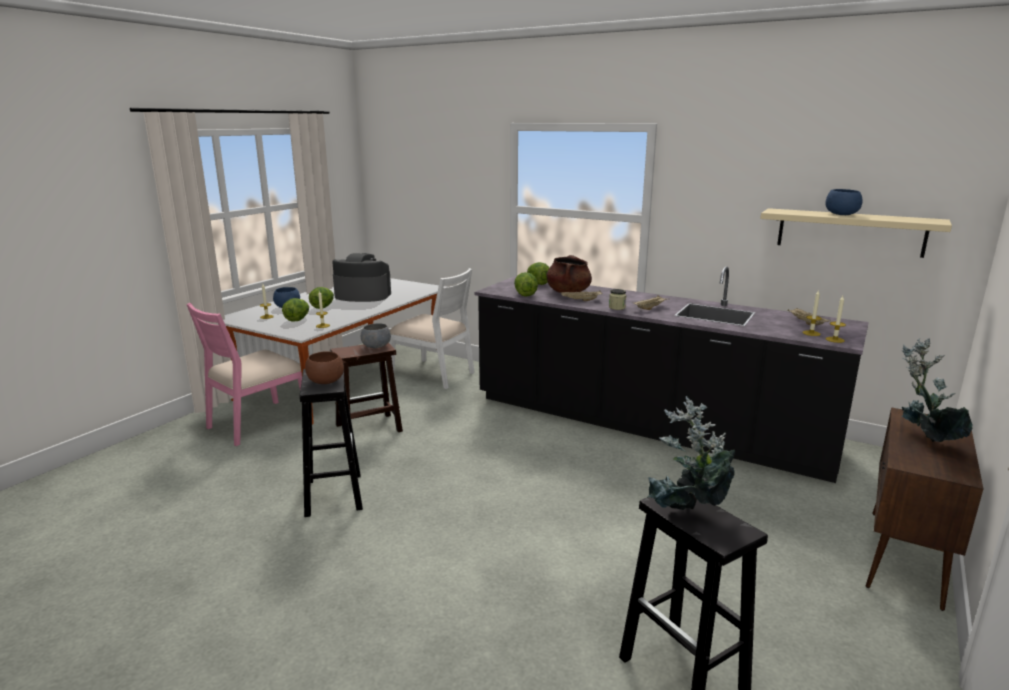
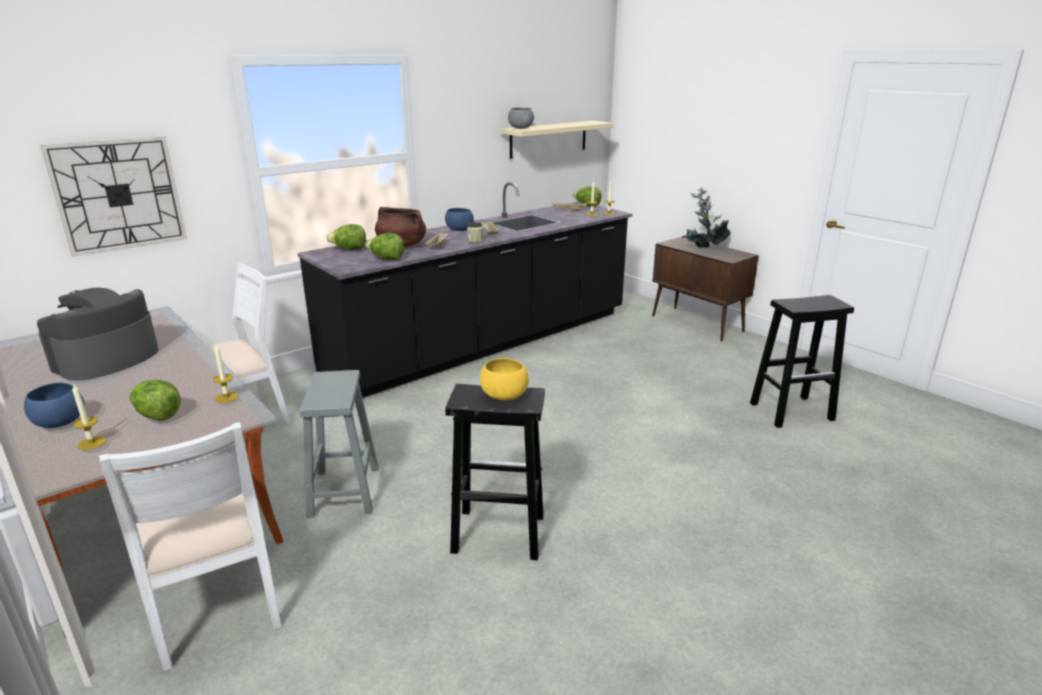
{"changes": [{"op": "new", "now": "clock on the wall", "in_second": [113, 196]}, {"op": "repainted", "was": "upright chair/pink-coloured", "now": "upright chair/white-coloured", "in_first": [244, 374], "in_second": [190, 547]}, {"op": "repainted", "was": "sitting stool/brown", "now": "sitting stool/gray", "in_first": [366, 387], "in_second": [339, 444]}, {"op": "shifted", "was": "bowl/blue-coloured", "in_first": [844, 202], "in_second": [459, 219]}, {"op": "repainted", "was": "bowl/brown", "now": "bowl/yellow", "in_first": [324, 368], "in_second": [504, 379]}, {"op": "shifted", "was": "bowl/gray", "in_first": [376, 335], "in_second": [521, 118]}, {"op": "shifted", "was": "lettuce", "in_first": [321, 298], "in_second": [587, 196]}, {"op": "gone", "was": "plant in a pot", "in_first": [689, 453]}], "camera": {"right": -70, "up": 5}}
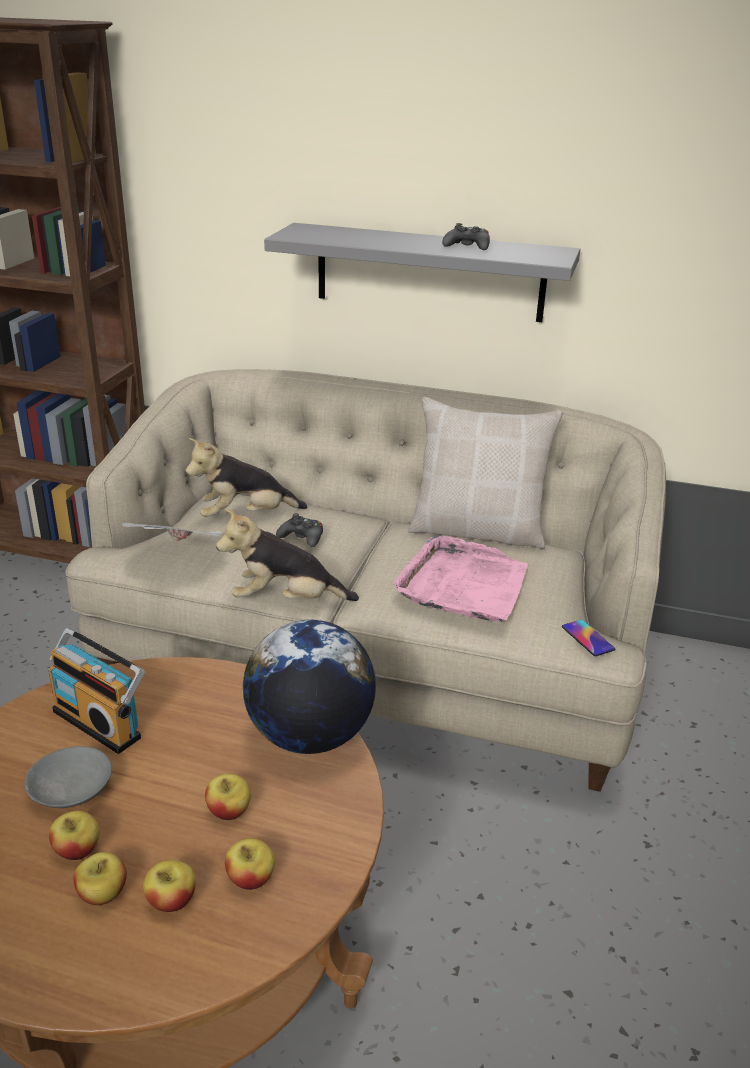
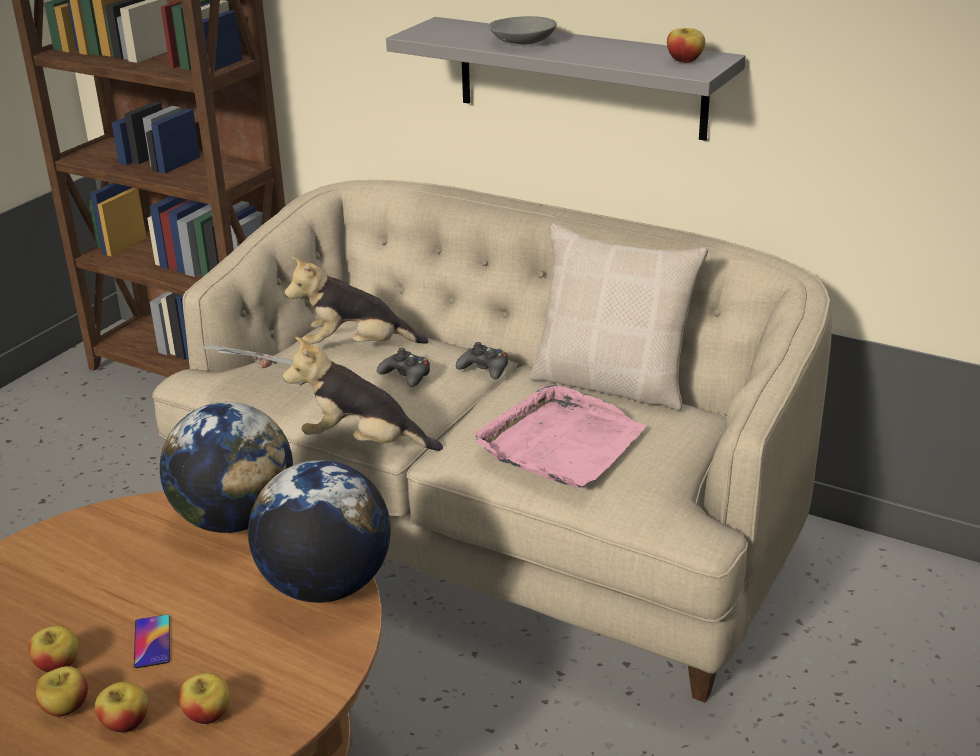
{"changes": [{"op": "shifted", "was": "handset", "in_first": [588, 638], "in_second": [152, 641]}, {"op": "new", "now": "desk globe", "in_second": [226, 467]}, {"op": "shifted", "was": "game controller/blackish", "in_first": [466, 236], "in_second": [482, 361]}, {"op": "shifted", "was": "bowl/gray", "in_first": [68, 777], "in_second": [523, 30]}, {"op": "shifted", "was": "whole apple", "in_first": [228, 796], "in_second": [686, 45]}, {"op": "gone", "was": "radio receiver", "in_first": [97, 691]}], "camera": {"right": 15, "up": 0}}
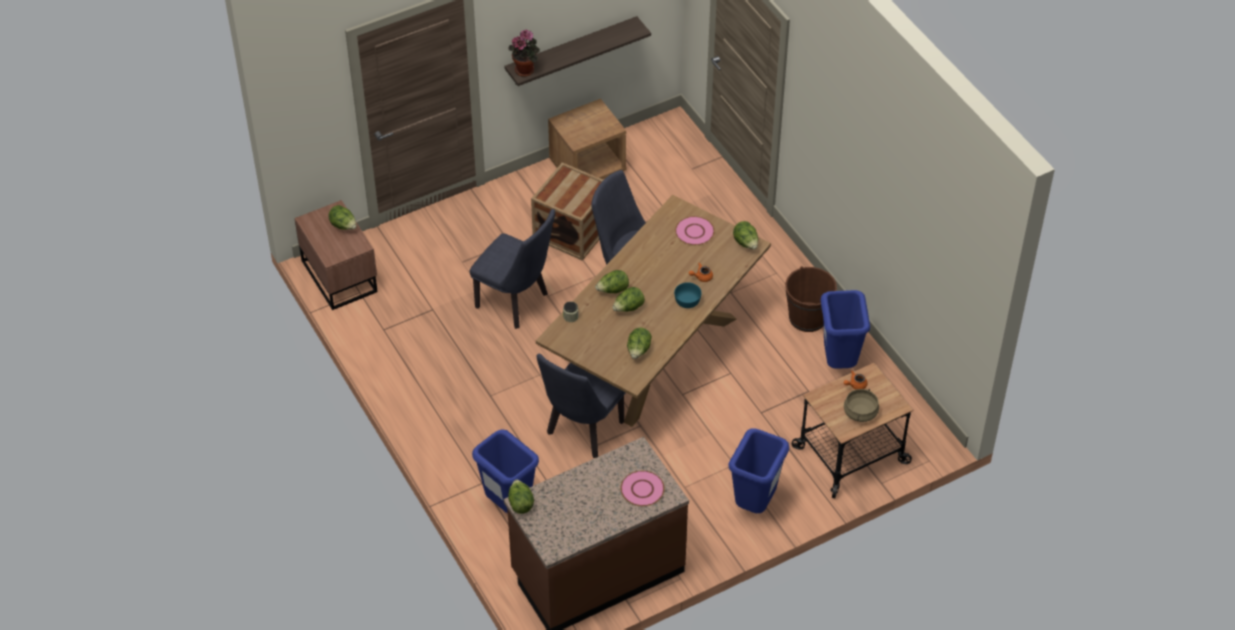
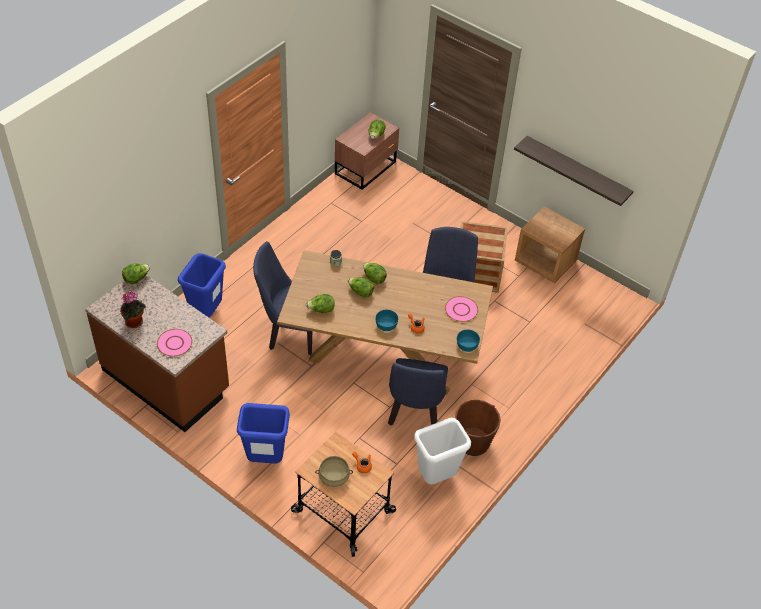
{"changes": [{"op": "shifted", "was": "plant in a pot", "in_first": [524, 53], "in_second": [133, 309]}, {"op": "shifted", "was": "upright chair/blue-coloured", "in_first": [512, 269], "in_second": [418, 392]}, {"op": "repainted", "was": "waste bin/blue-coloured", "now": "waste bin/white-coloured", "in_first": [845, 329], "in_second": [442, 451]}, {"op": "swapped", "was": "lettuce", "now": "bowl/turquoise", "in_first": [745, 235], "in_second": [468, 340]}], "camera": {"right": 65, "up": 0}}
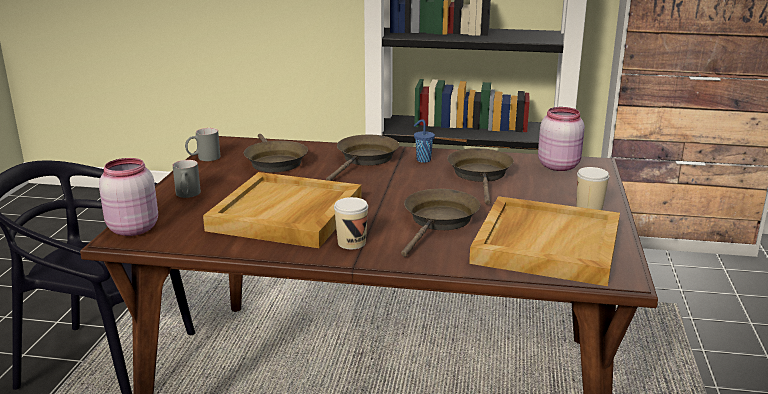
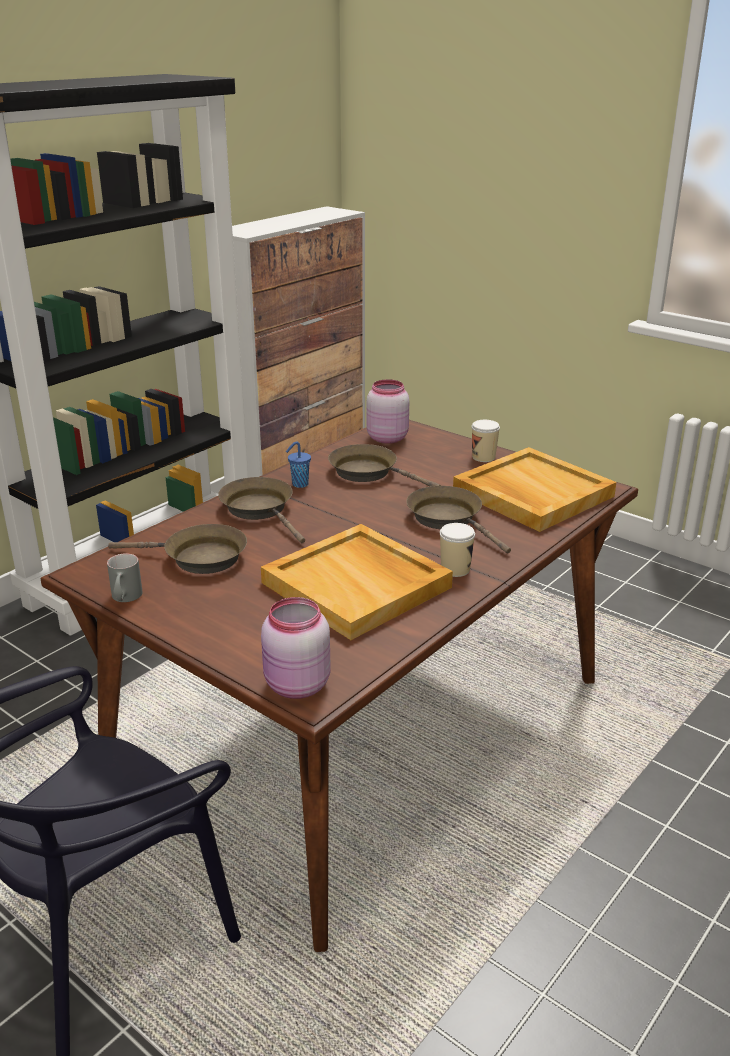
{"changes": [{"op": "gone", "was": "coffee mug/gray", "in_first": [186, 179]}], "camera": {"right": -60, "up": 5}}
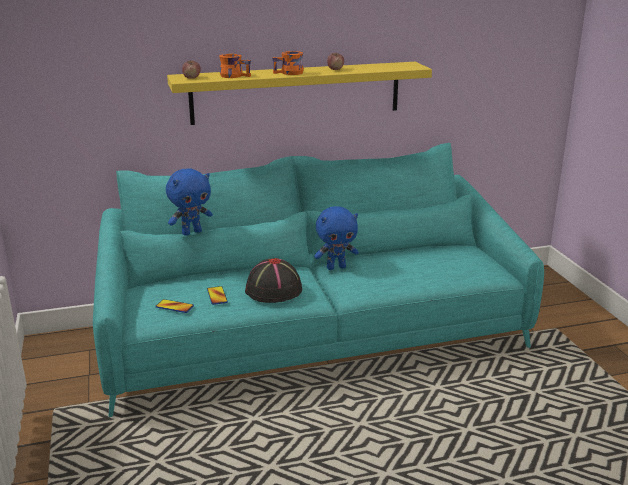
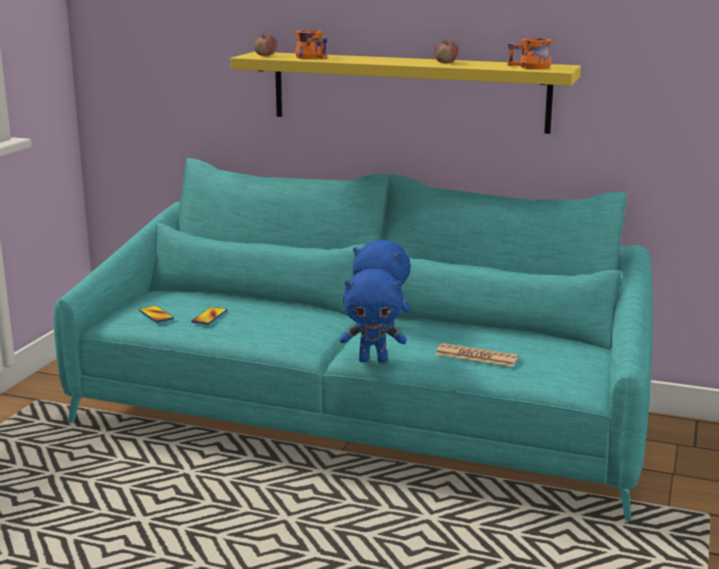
{"changes": [{"op": "shifted", "was": "plush toy/blue-coloured", "in_first": [189, 202], "in_second": [373, 316]}, {"op": "new", "now": "daily paper", "in_second": [477, 355]}, {"op": "shifted", "was": "coffee mug/orange-coloured", "in_first": [288, 63], "in_second": [530, 53]}, {"op": "gone", "was": "hat/blackish", "in_first": [273, 280]}], "camera": {"right": 35, "up": -5}}
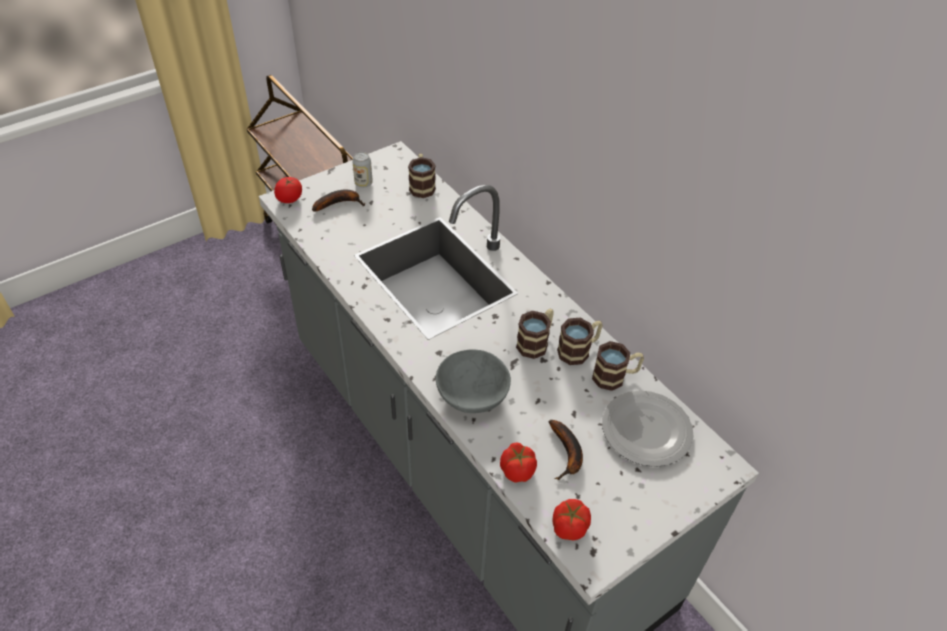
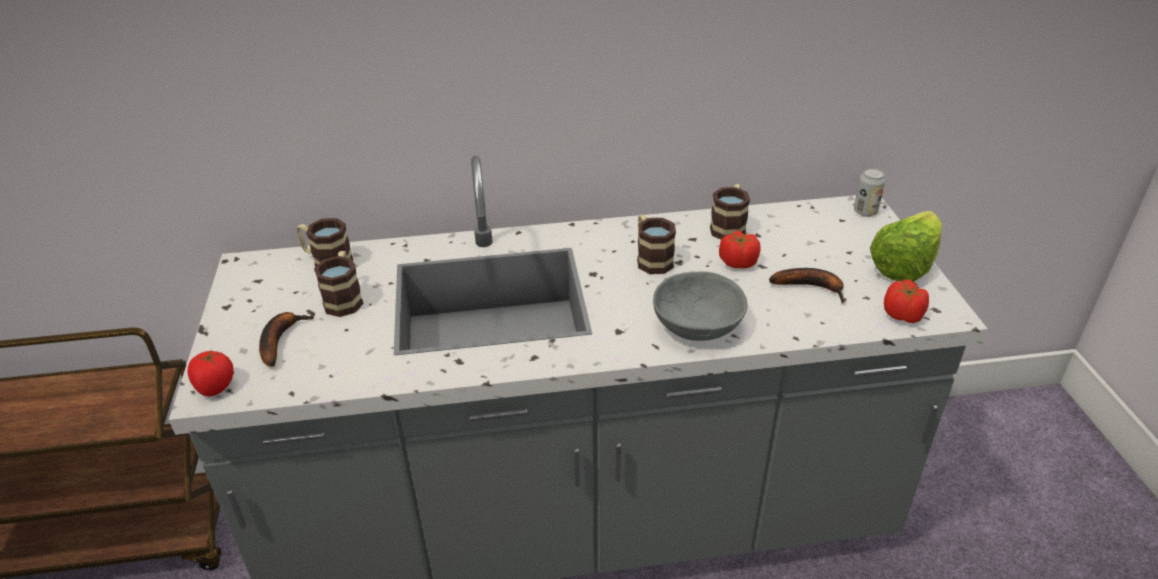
{"changes": [{"op": "shifted", "was": "coffee mug", "in_first": [580, 341], "in_second": [339, 284]}, {"op": "shifted", "was": "fresh tomato", "in_first": [518, 462], "in_second": [740, 249]}, {"op": "shifted", "was": "sealed can", "in_first": [362, 170], "in_second": [870, 192]}, {"op": "new", "now": "lettuce", "in_second": [906, 246]}, {"op": "gone", "was": "flat dish", "in_first": [648, 428]}], "camera": {"right": -60, "up": -10}}
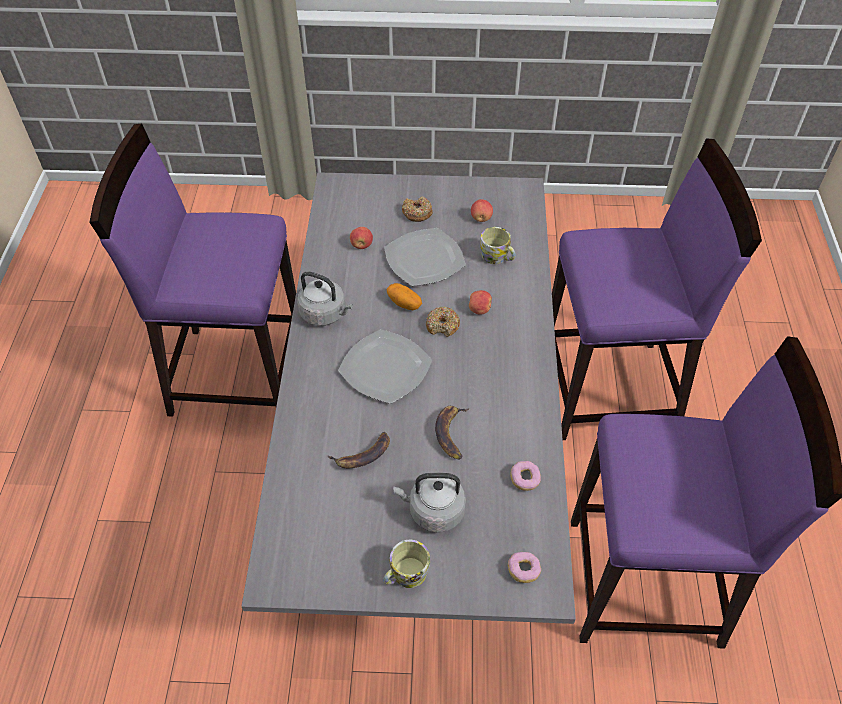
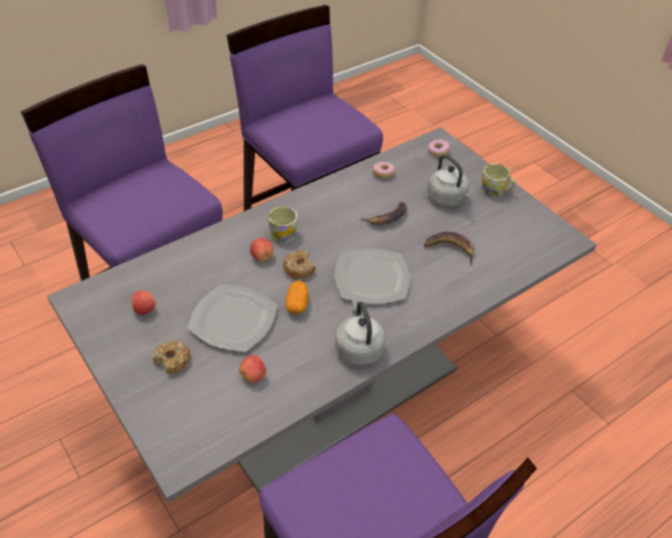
{"changes": [{"op": "shifted", "was": "coffee mug", "in_first": [498, 245], "in_second": [283, 224]}], "camera": {"right": -130, "up": -5}}
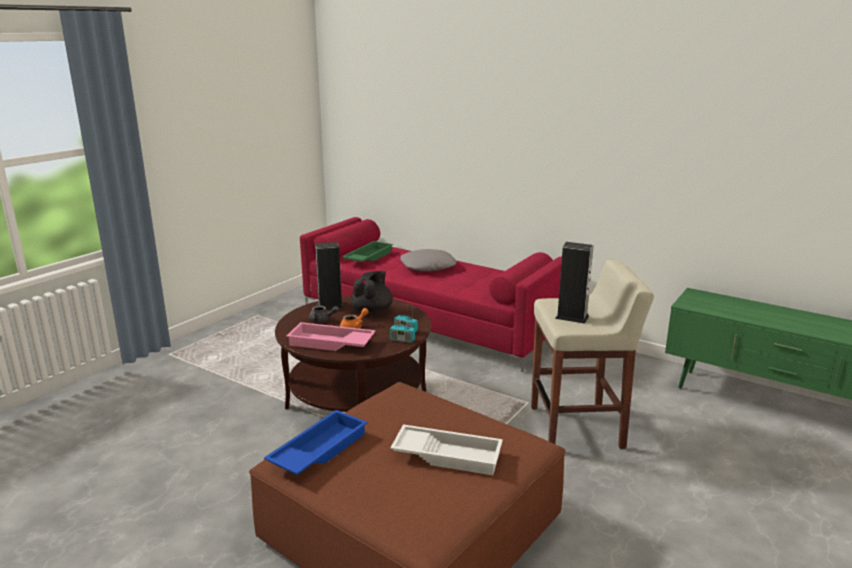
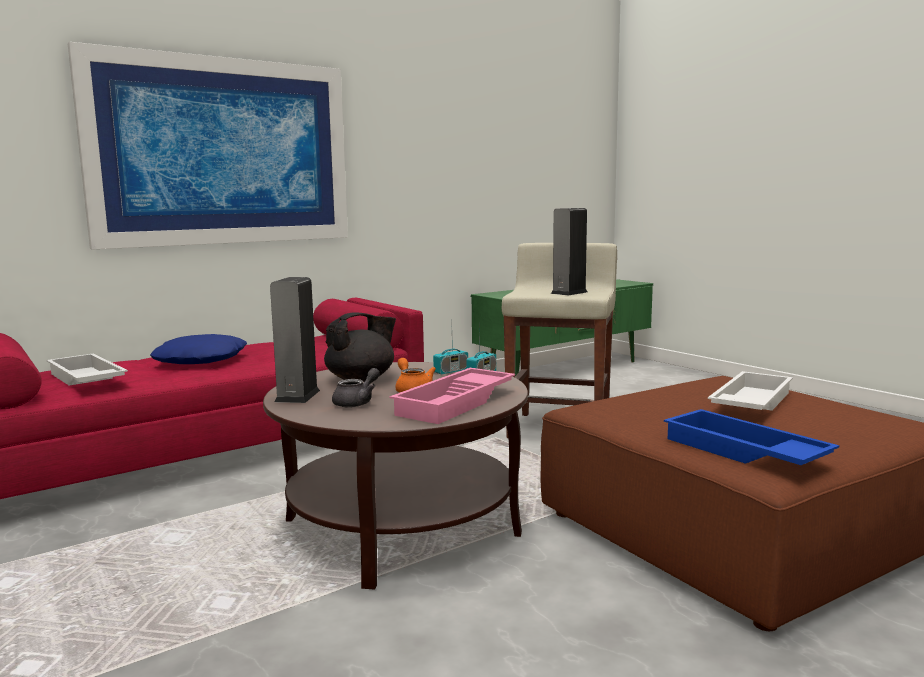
{"changes": [{"op": "repainted", "was": "tray/green", "now": "tray/white-coloured", "in_first": [367, 251], "in_second": [87, 369]}, {"op": "new", "now": "wall art", "in_second": [208, 145]}, {"op": "repainted", "was": "cushion/gray", "now": "cushion/blue-coloured", "in_first": [428, 260], "in_second": [198, 349]}, {"op": "rotated", "was": "tea pot/blackish", "in_first": [371, 293], "in_second": [360, 347], "clockwise": 105}], "camera": {"right": -70, "up": -10}}
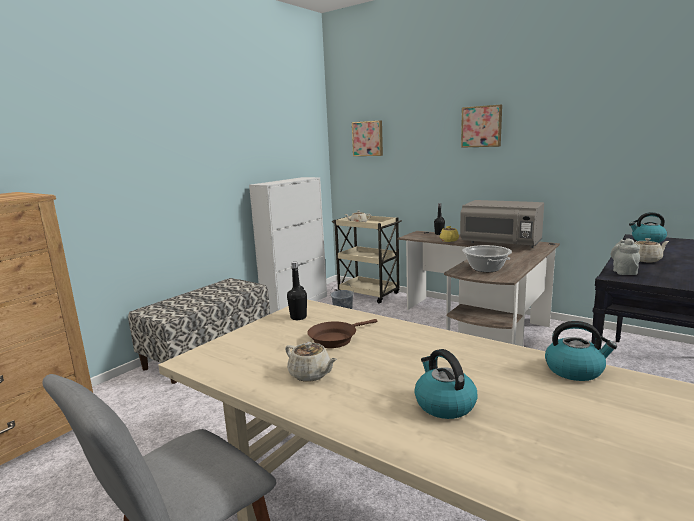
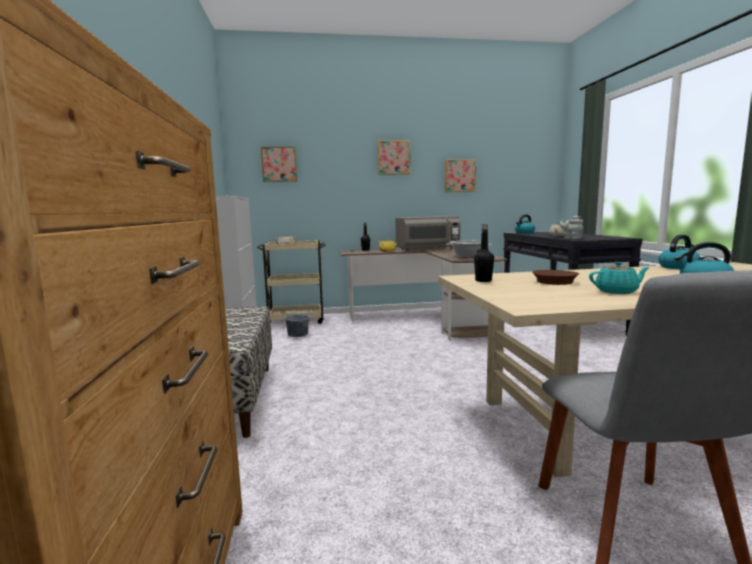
{"changes": [{"op": "new", "now": "wall art", "in_second": [460, 175]}, {"op": "repainted", "was": "tea pot/sand-coloured", "now": "tea pot/turquoise", "in_first": [311, 362], "in_second": [619, 278]}], "camera": {"right": -45, "up": -5}}
